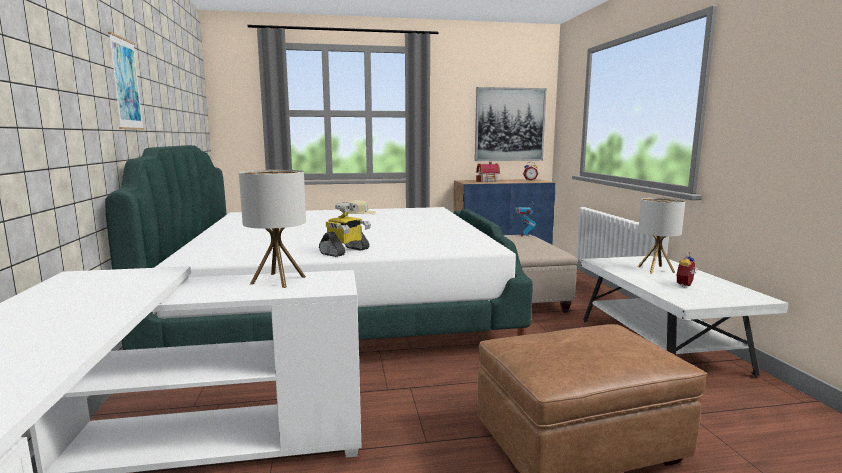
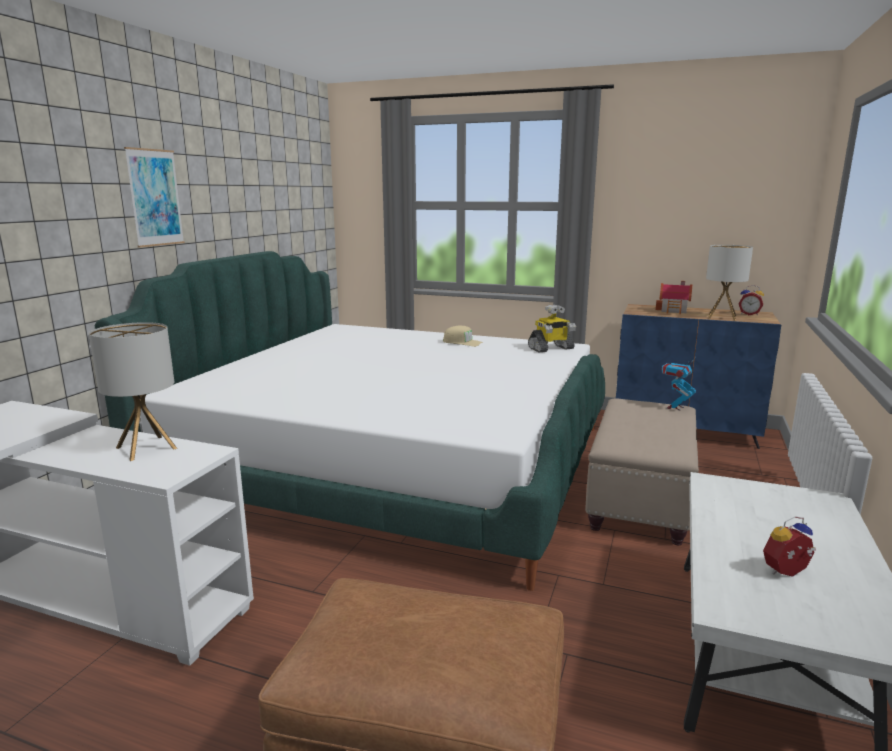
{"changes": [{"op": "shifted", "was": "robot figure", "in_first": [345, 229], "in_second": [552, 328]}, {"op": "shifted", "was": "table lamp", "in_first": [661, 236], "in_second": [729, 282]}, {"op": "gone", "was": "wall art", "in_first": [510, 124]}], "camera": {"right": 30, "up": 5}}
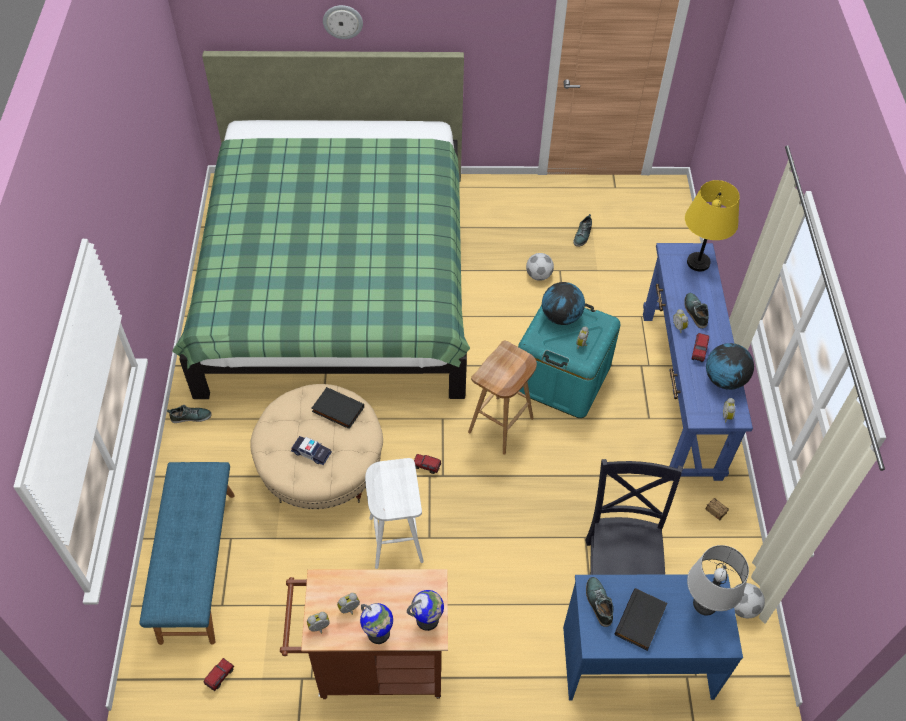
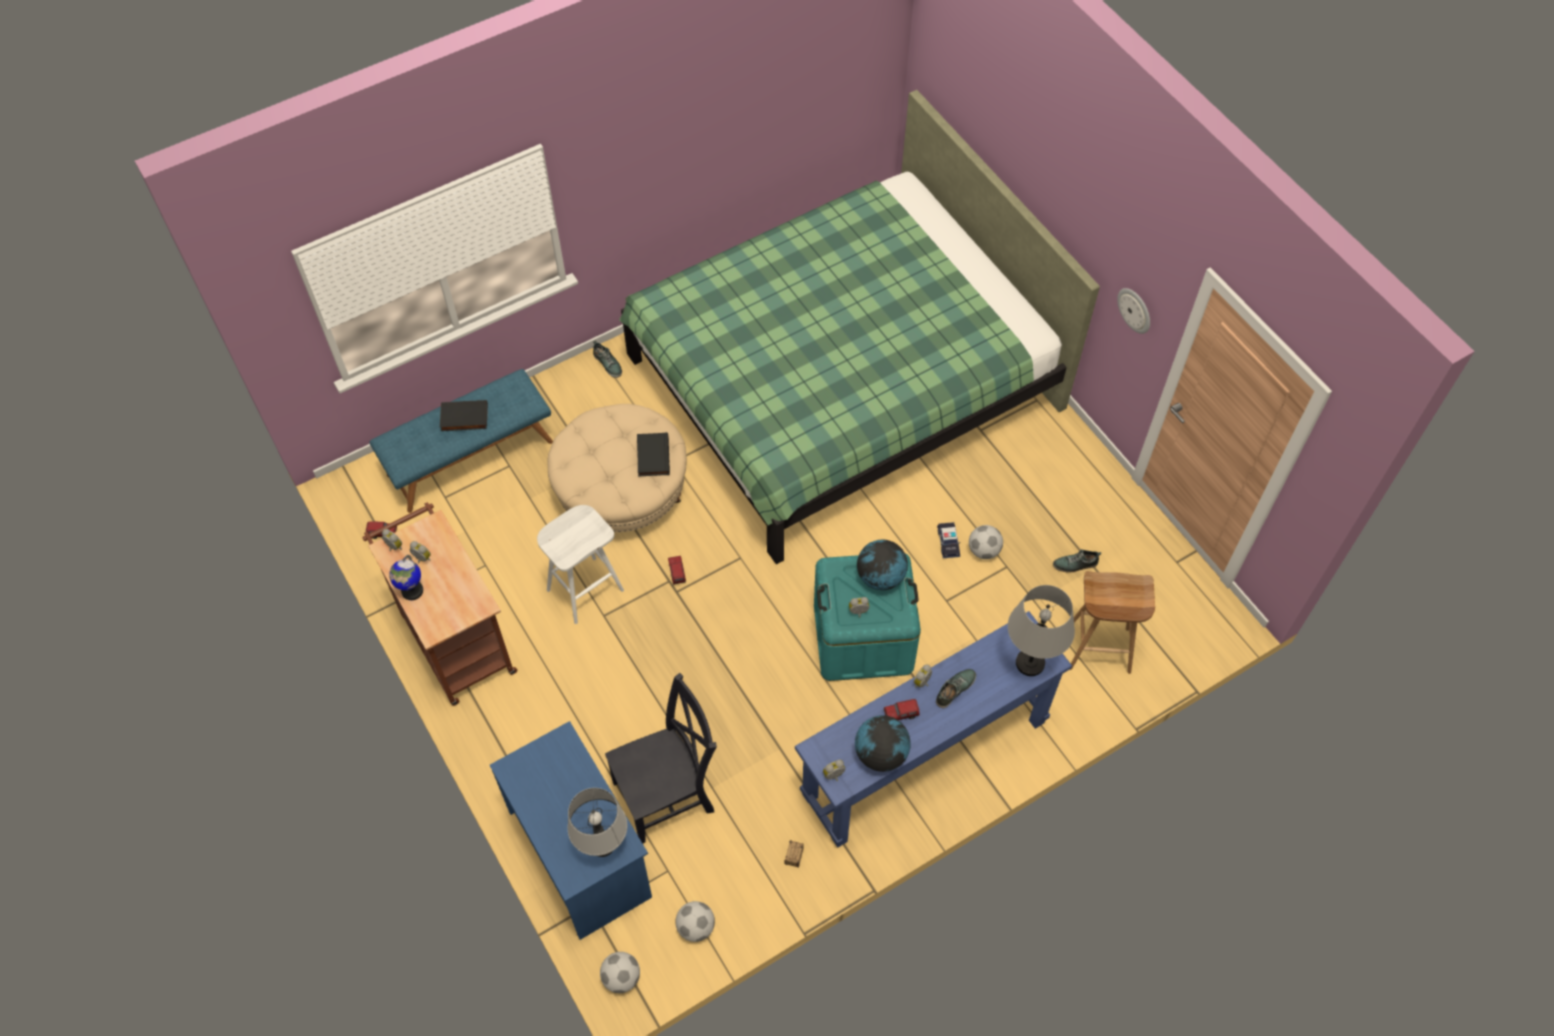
{"changes": [{"op": "shifted", "was": "bound book/blackish", "in_first": [641, 619], "in_second": [464, 415]}, {"op": "new", "now": "football ball", "in_second": [620, 972]}, {"op": "shifted", "was": "miniature car", "in_first": [311, 450], "in_second": [948, 540]}, {"op": "repainted", "was": "table lamp/yellow", "now": "table lamp/gray", "in_first": [712, 225], "in_second": [1041, 630]}, {"op": "shifted", "was": "sitting stool/brown", "in_first": [502, 398], "in_second": [1112, 622]}, {"op": "shifted", "was": "clock on the wall", "in_first": [343, 22], "in_second": [1133, 311]}, {"op": "gone", "was": "desk globe", "in_first": [425, 610]}, {"op": "gone", "was": "item of footwear", "in_first": [599, 602]}], "camera": {"right": 60, "up": 5}}
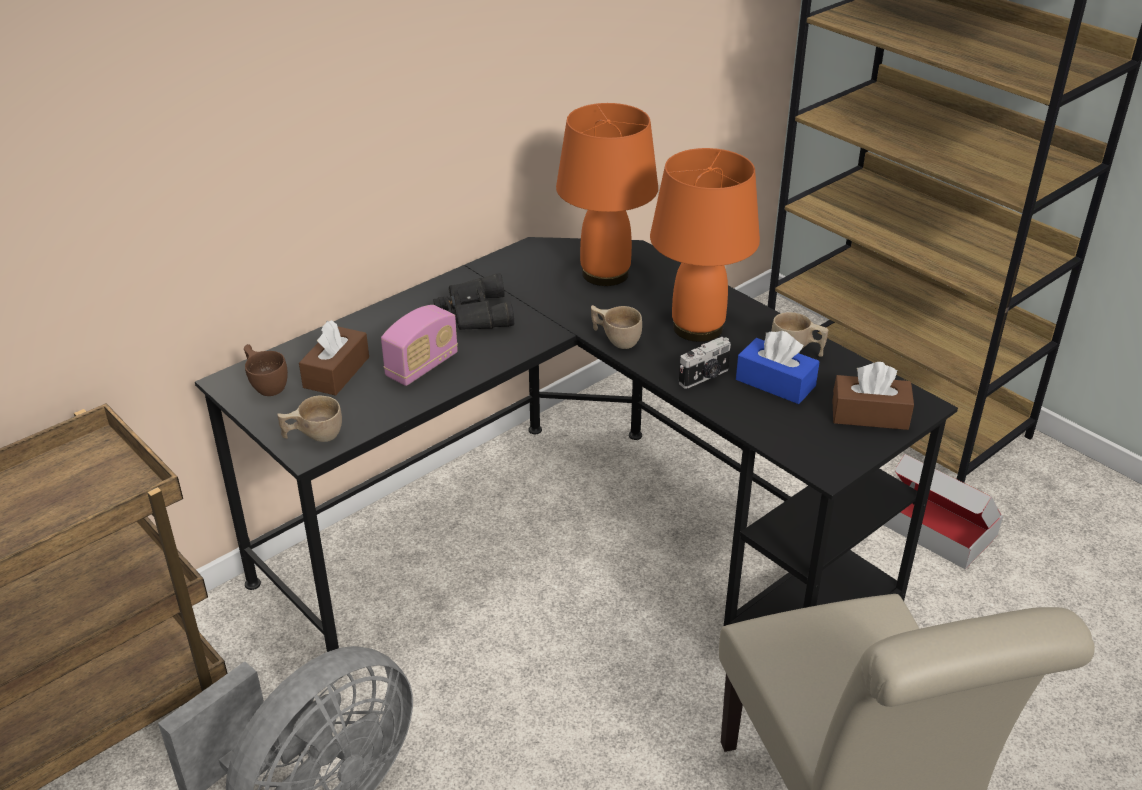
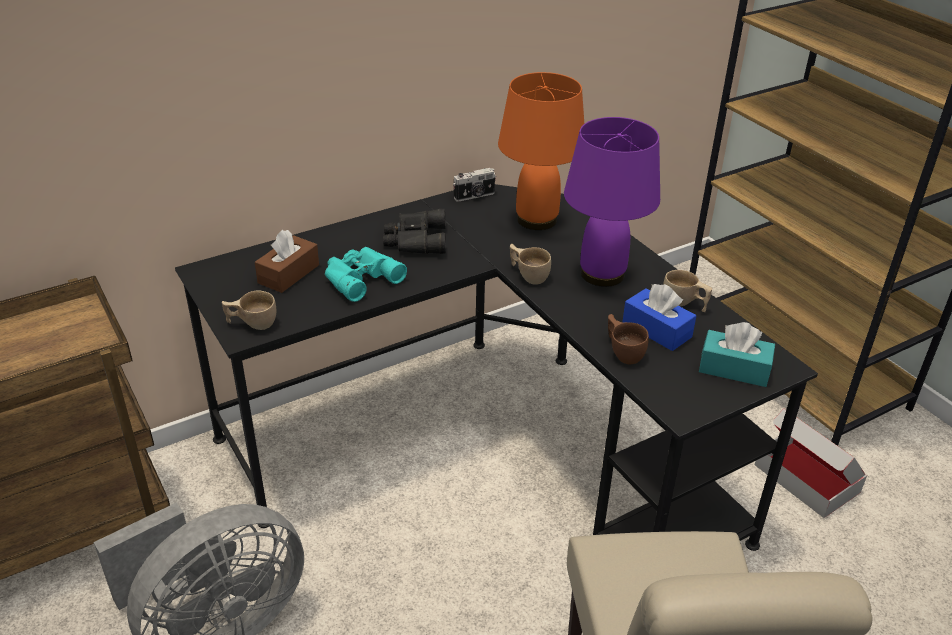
{"changes": [{"op": "swapped", "was": "radio receiver", "now": "binoculars/turquoise", "in_first": [419, 345], "in_second": [366, 274]}, {"op": "shifted", "was": "photo camera", "in_first": [705, 363], "in_second": [474, 185]}, {"op": "repainted", "was": "table lamp/orange-coloured", "now": "table lamp/purplish", "in_first": [705, 245], "in_second": [612, 202]}, {"op": "shifted", "was": "drinking cup/brown", "in_first": [266, 370], "in_second": [628, 339]}, {"op": "repainted", "was": "tissue box/brown", "now": "tissue box/turquoise", "in_first": [873, 396], "in_second": [737, 354]}], "camera": {"right": 10, "up": 0}}
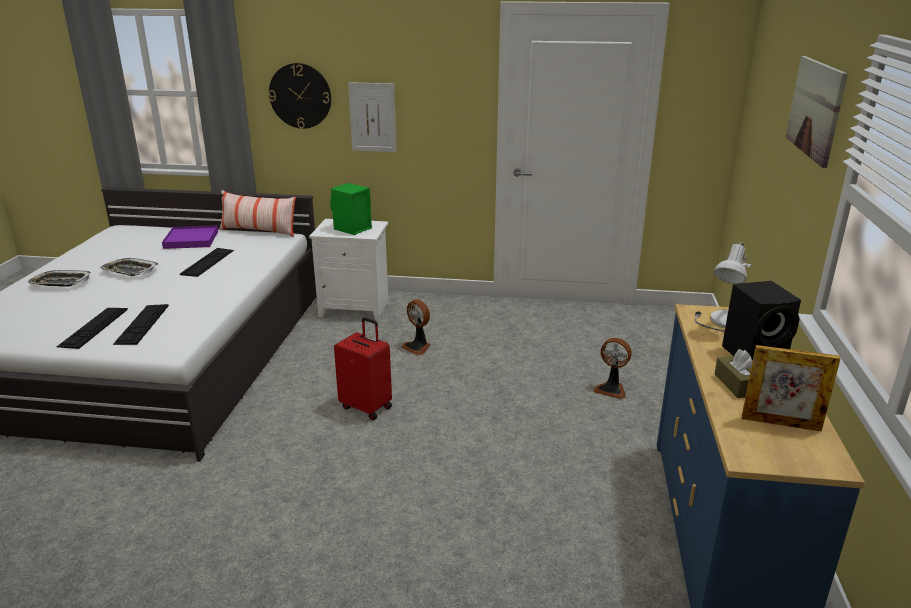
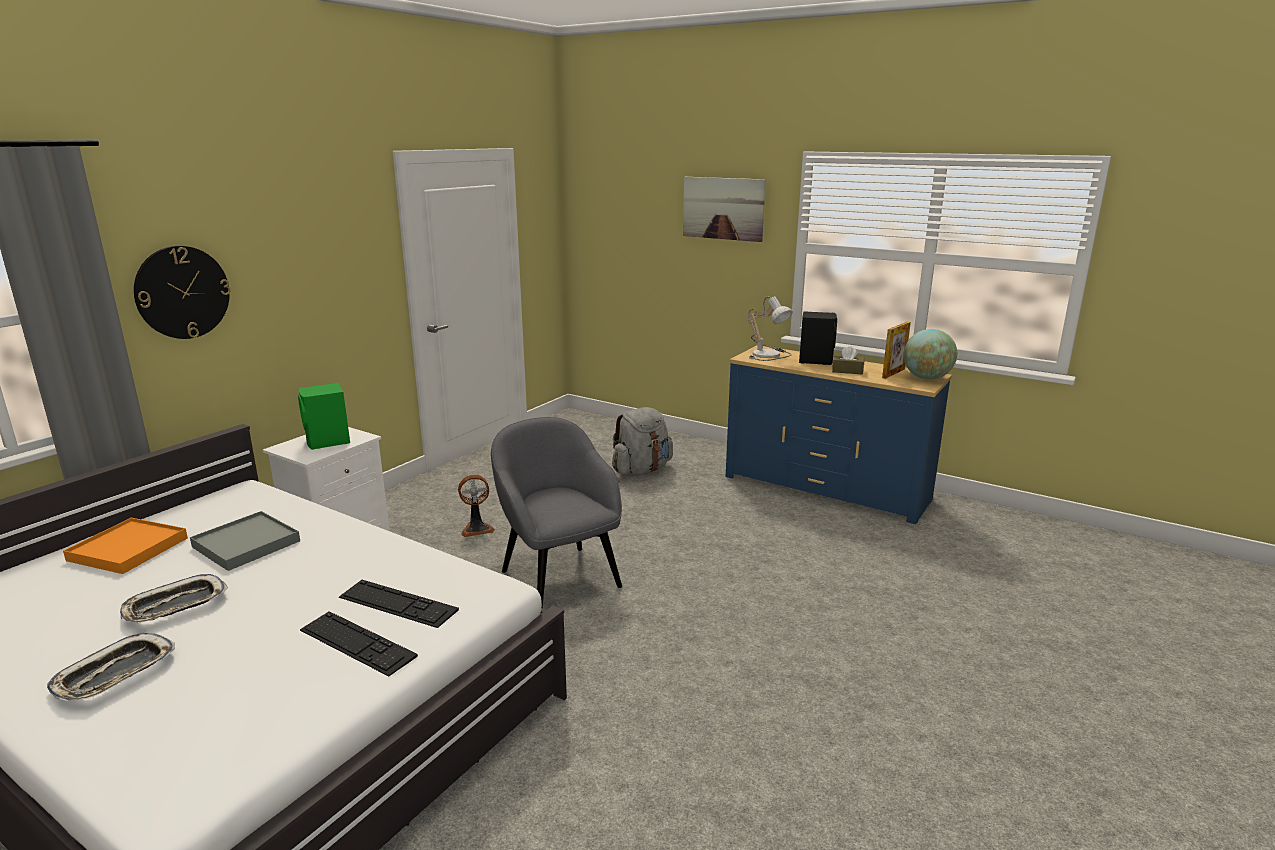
{"changes": [{"op": "repainted", "was": "tray/purplish", "now": "tray/orange-coloured", "in_first": [190, 237], "in_second": [125, 546]}, {"op": "swapped", "was": "keyboard", "now": "tray/gray", "in_first": [207, 262], "in_second": [245, 541]}, {"op": "swapped", "was": "travel case/red", "now": "lounge chair/gray", "in_first": [363, 368], "in_second": [556, 512]}, {"op": "swapped", "was": "fan", "now": "backpack/gray", "in_first": [612, 368], "in_second": [642, 441]}, {"op": "new", "now": "desk globe", "in_second": [930, 354]}, {"op": "gone", "was": "cushion", "in_first": [257, 213]}, {"op": "gone", "was": "wall art", "in_first": [372, 117]}], "camera": {"right": -65, "up": -5}}
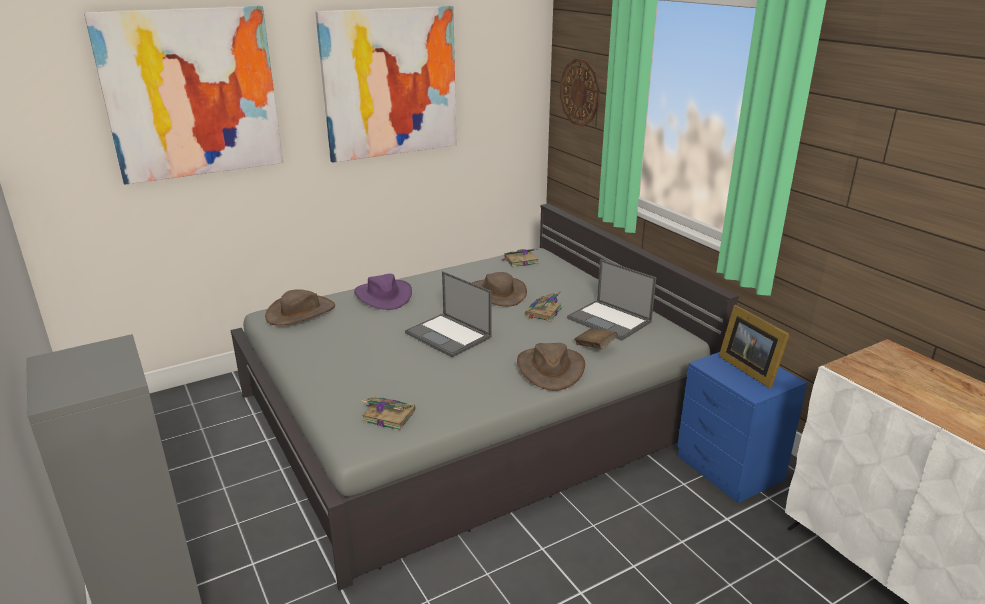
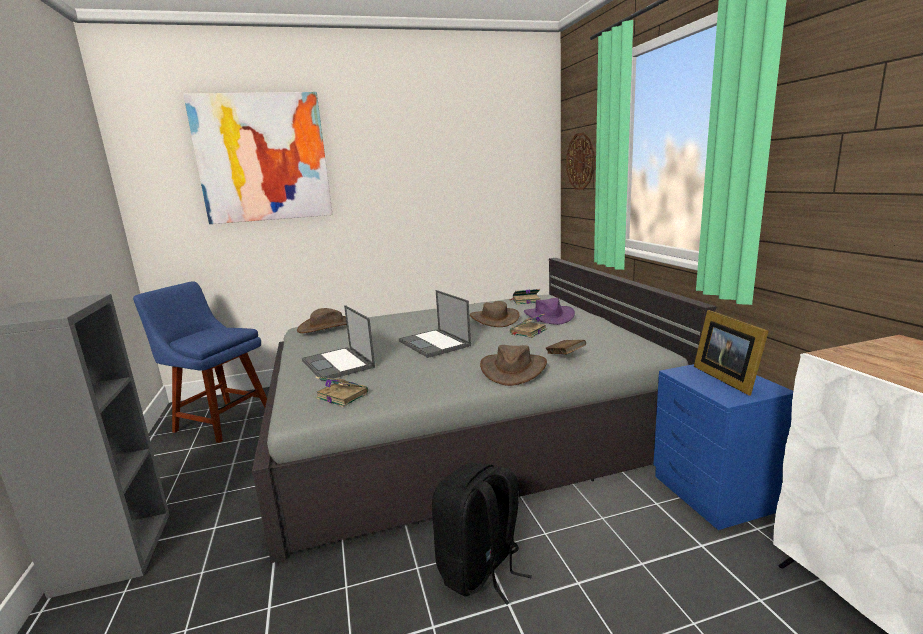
{"changes": [{"op": "new", "now": "upright chair/blue-coloured", "in_second": [200, 362]}, {"op": "shifted", "was": "portable computer", "in_first": [611, 300], "in_second": [338, 343]}, {"op": "new", "now": "backpack/blackish", "in_second": [482, 533]}, {"op": "shifted", "was": "hat/purplish", "in_first": [383, 292], "in_second": [549, 311]}, {"op": "gone", "was": "wall art", "in_first": [386, 84]}], "camera": {"right": 15, "up": -10}}
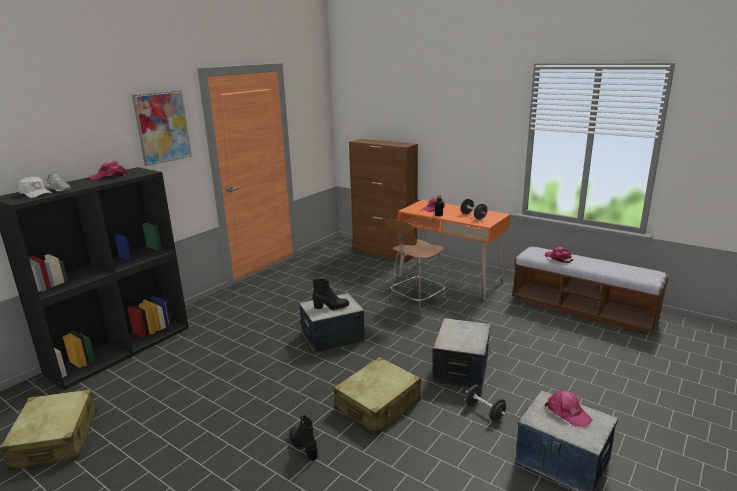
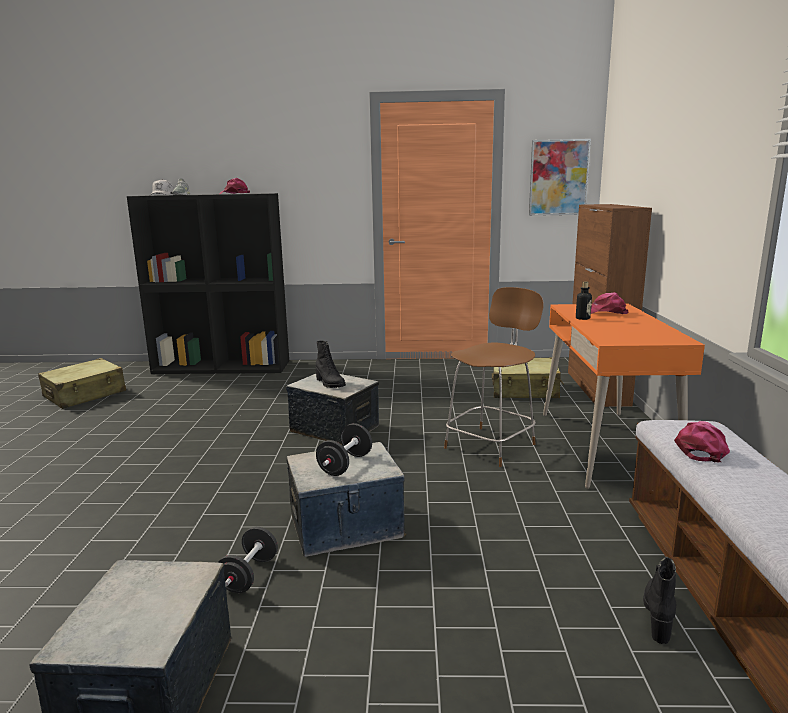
{"changes": [{"op": "shifted", "was": "dumbbell/blackish", "in_first": [474, 209], "in_second": [344, 449]}, {"op": "rotated", "was": "upright chair/brown", "in_first": [416, 266], "in_second": [494, 377], "clockwise": 120}, {"op": "shifted", "was": "travel case/sand-coloured", "in_first": [377, 396], "in_second": [528, 377]}, {"op": "shifted", "was": "wall art", "in_first": [162, 128], "in_second": [560, 177]}, {"op": "shifted", "was": "boot/blackish", "in_first": [303, 438], "in_second": [659, 600]}, {"op": "gone", "was": "peaked cap/pink-coloured", "in_first": [569, 408]}], "camera": {"right": 55, "up": -5}}
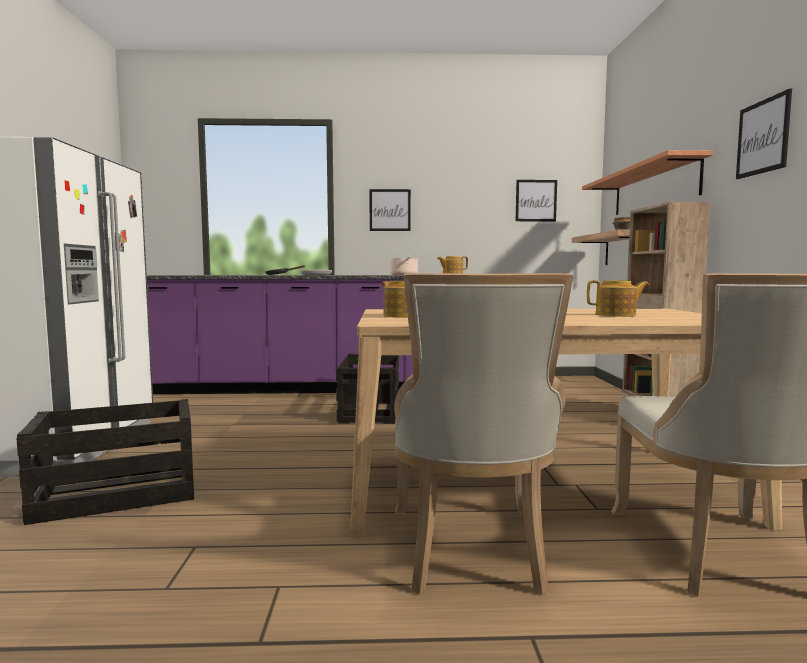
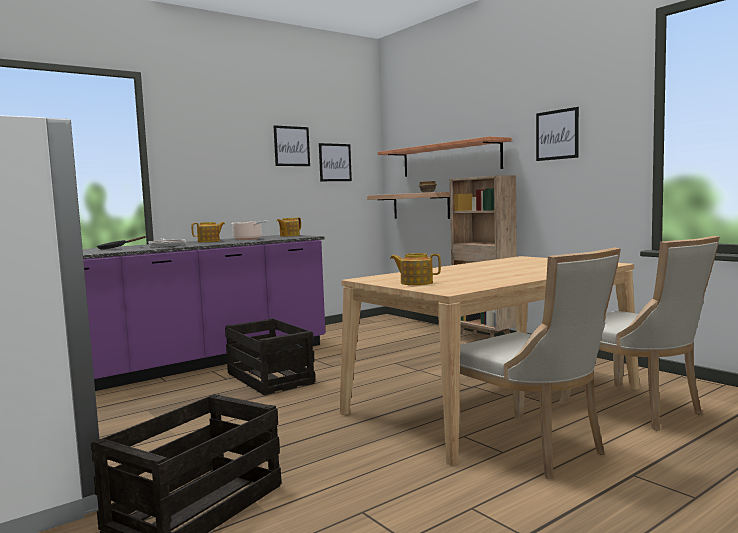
{"changes": [{"op": "shifted", "was": "tea pot", "in_first": [618, 298], "in_second": [208, 232]}, {"op": "shifted", "was": "wall art", "in_first": [390, 210], "in_second": [292, 145]}], "camera": {"right": -35, "up": 0}}
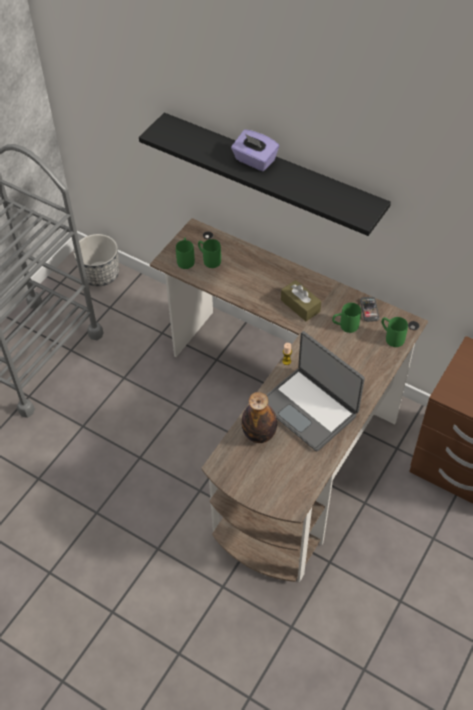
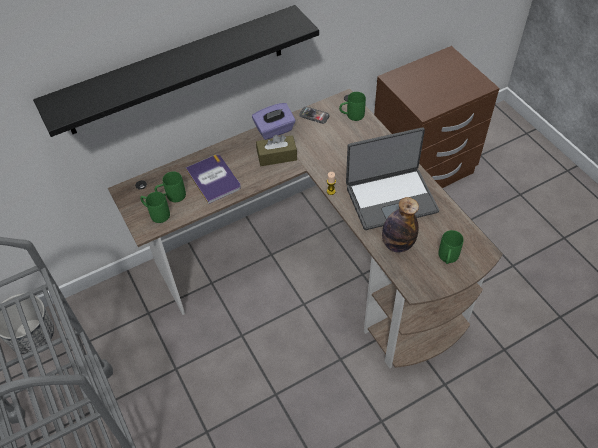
{"changes": [{"op": "new", "now": "bound book", "in_second": [213, 179]}, {"op": "shifted", "was": "tissue box/purplish", "in_first": [255, 150], "in_second": [274, 121]}, {"op": "shifted", "was": "coffee mug/green", "in_first": [346, 318], "in_second": [451, 247]}], "camera": {"right": -60, "up": 0}}
